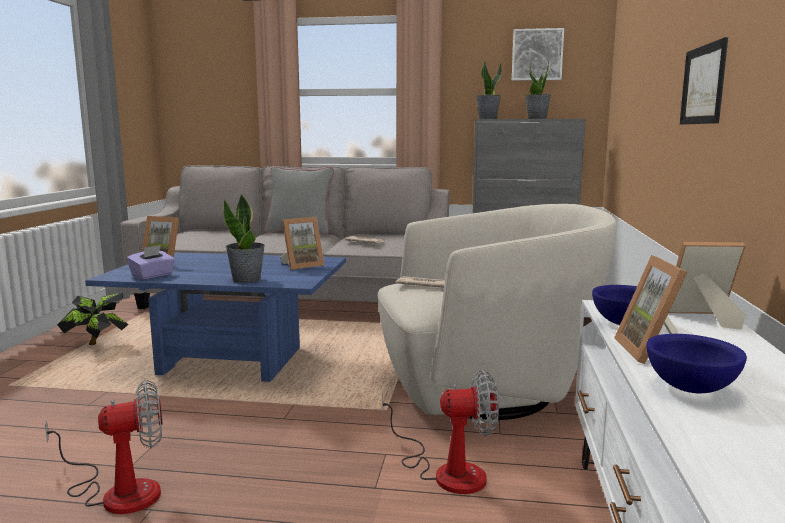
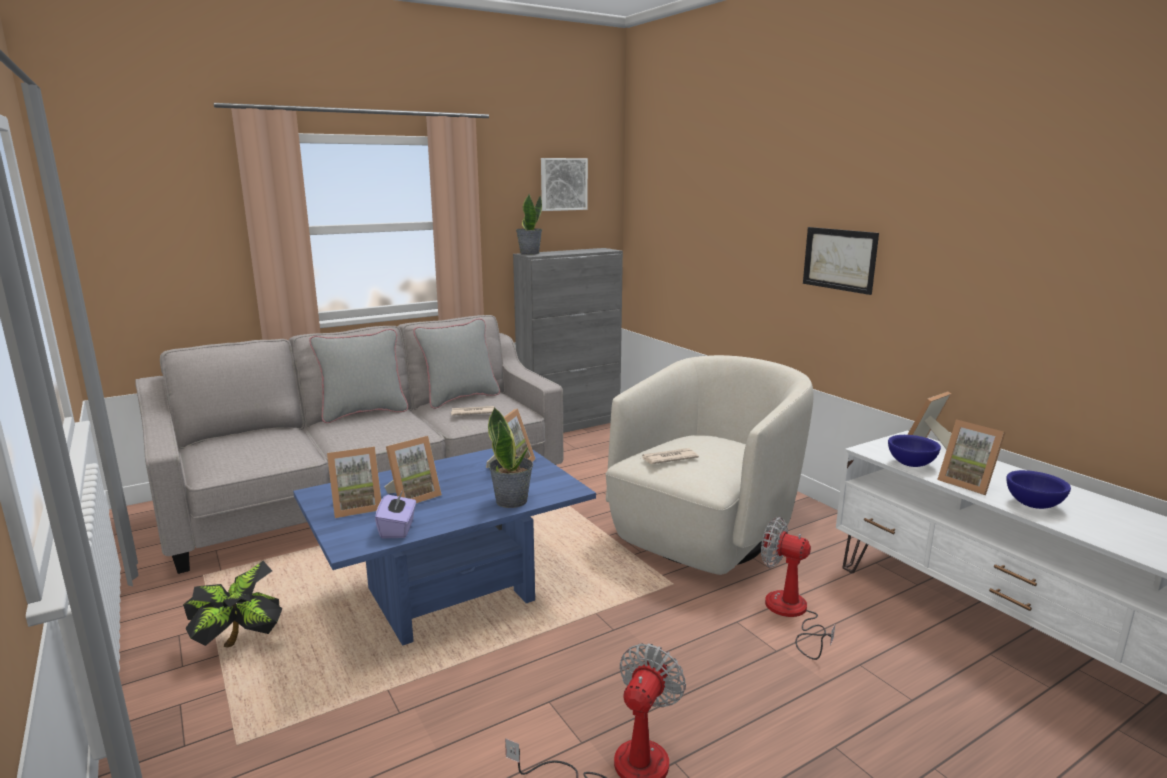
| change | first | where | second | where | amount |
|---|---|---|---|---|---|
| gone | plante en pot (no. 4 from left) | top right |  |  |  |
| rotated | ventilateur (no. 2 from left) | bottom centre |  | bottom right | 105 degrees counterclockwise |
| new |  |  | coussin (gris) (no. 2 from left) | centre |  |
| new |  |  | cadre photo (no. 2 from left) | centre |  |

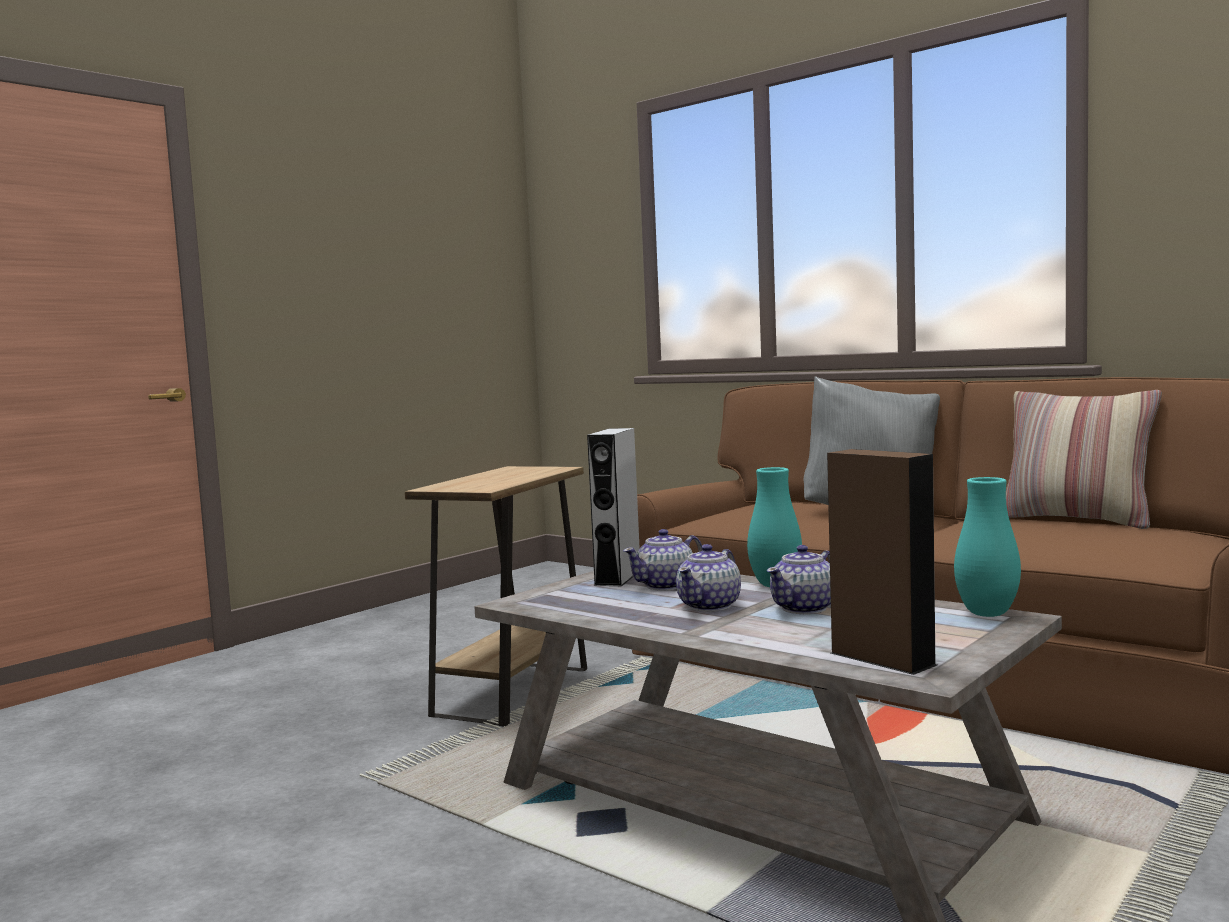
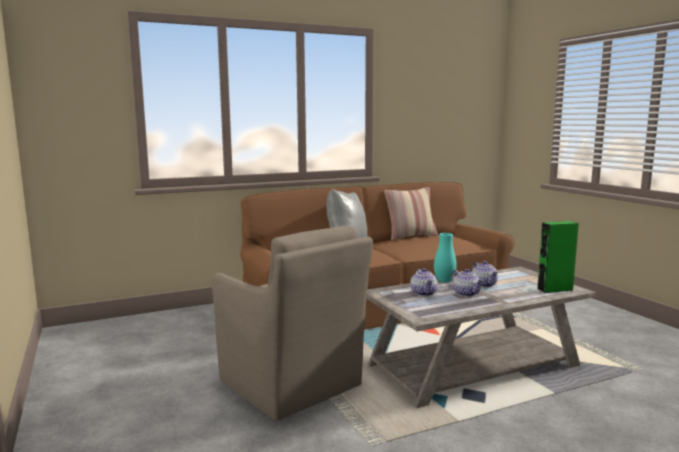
| change | first | where | second | where | amount |
|---|---|---|---|---|---|
| gone | enceinte (gris) | centre |  |  |  |
| repainted | enceinte (marron) | middle right | enceinte (vert) | middle right |  |
| swapped | table d'appoint (marron) | centre | fauteuil (marron) | bottom centre |  |
| gone | vase (turquoise) (no. 2 from left) | middle right |  |  |  |

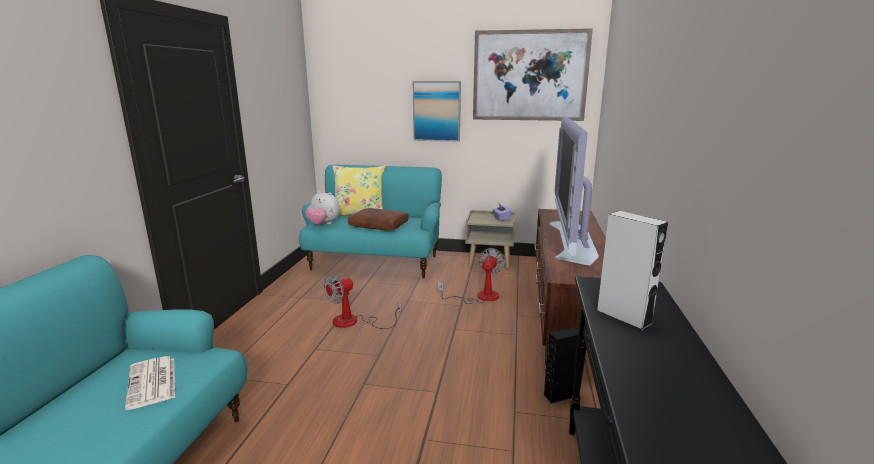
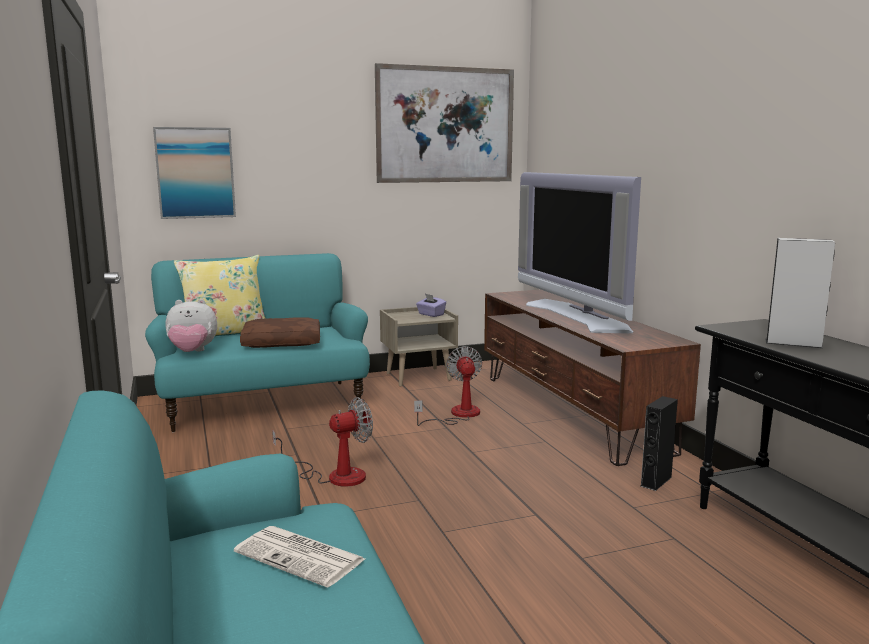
| change | first | where | second | where | amount |
|---|---|---|---|---|---|
| shifted | tableau (no. 1 from left) | top centre |  | top left |  |
| rotated | ventilateur (no. 1 from left) | centre |  | bottom centre | 135 degrees counterclockwise |

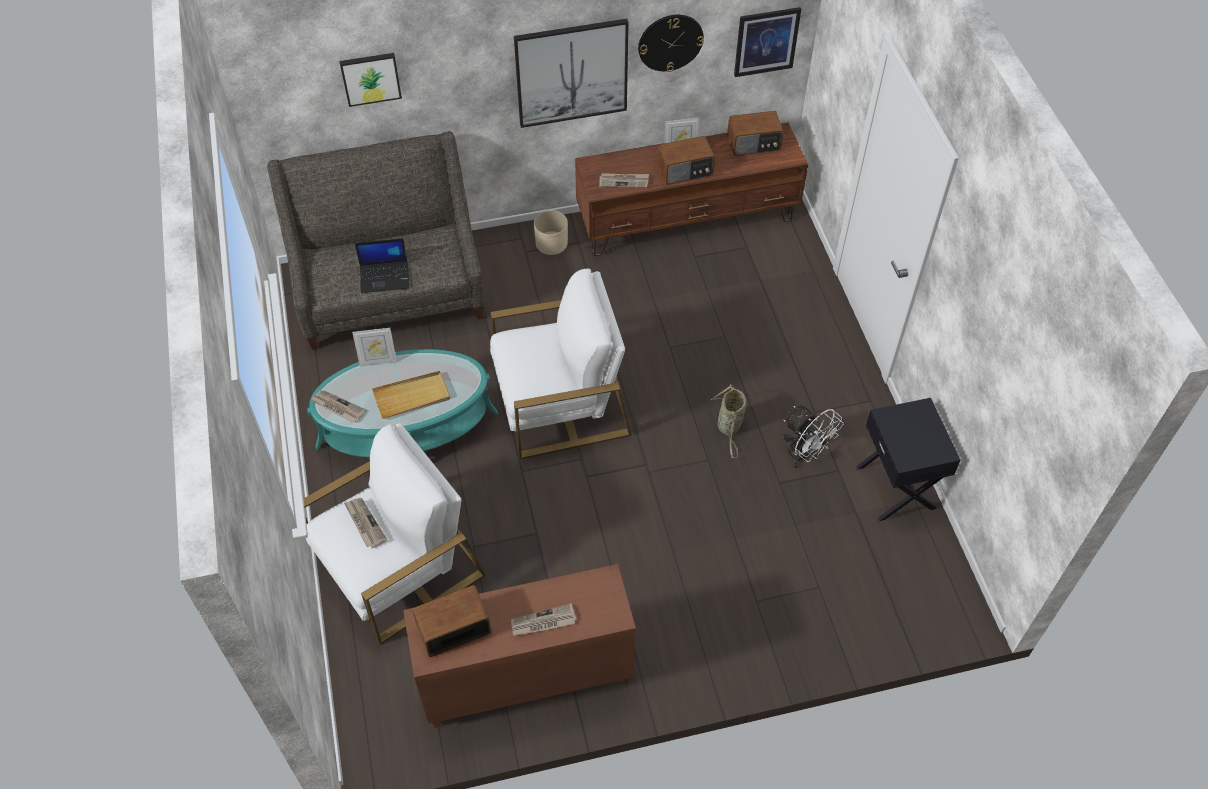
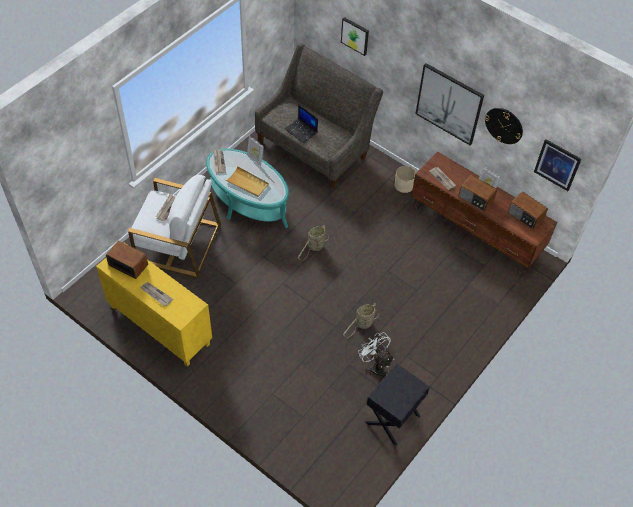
| change | first | where | second | where | amount |
|---|---|---|---|---|---|
| swapped | fauteuil (blanc) (no. 2 from left) | centre | panier (no. 1 from left) | centre |  |
| rotated | ventilateur (blanc) | middle right |  | bottom centre | 135 degrees clockwise |
| repainted | meuble de rangement (marron) | bottom centre | meuble de rangement (jaune) | middle left |  |

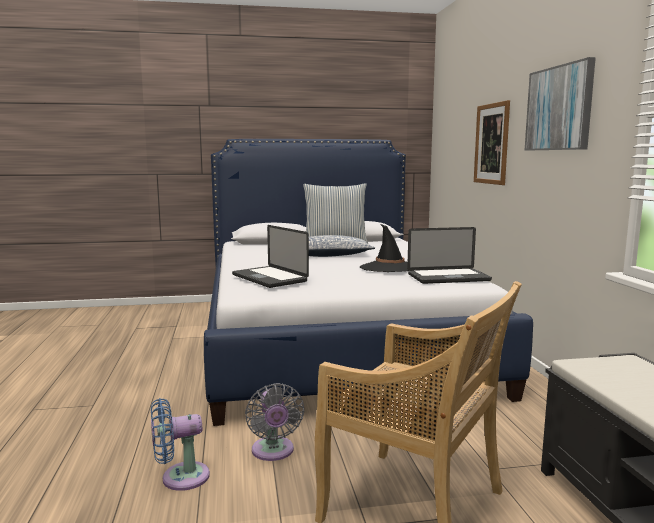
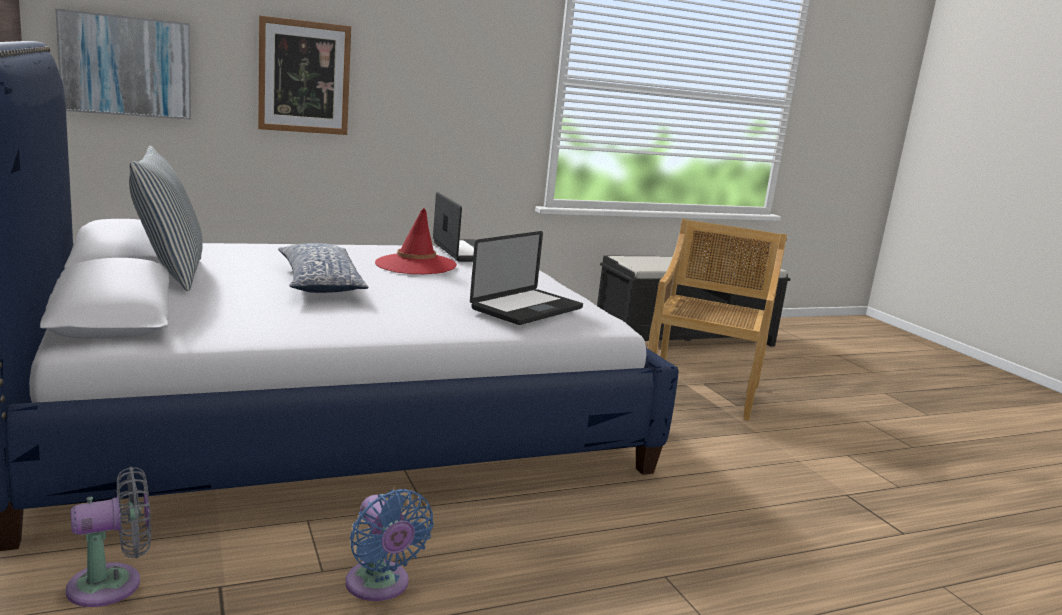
| change | first | where | second | where | amount |
|---|---|---|---|---|---|
| shifted | tableau (no. 2 from left in the first image) | top right | tableau (no. 1 from left) | top left |  |
| repainted | chapeau (noir) | centre | chapeau (rouge) | centre |  |
| shifted | ventilateur (gris) | bottom centre |  | bottom left |  |
| shifted | ventilateur (bleu) | bottom left |  | bottom centre |  |

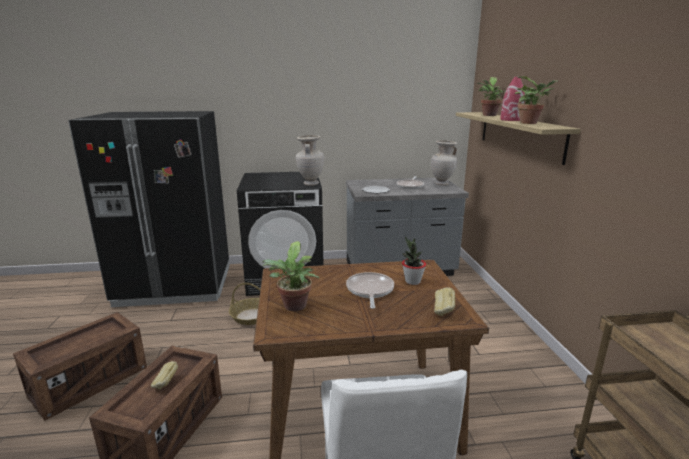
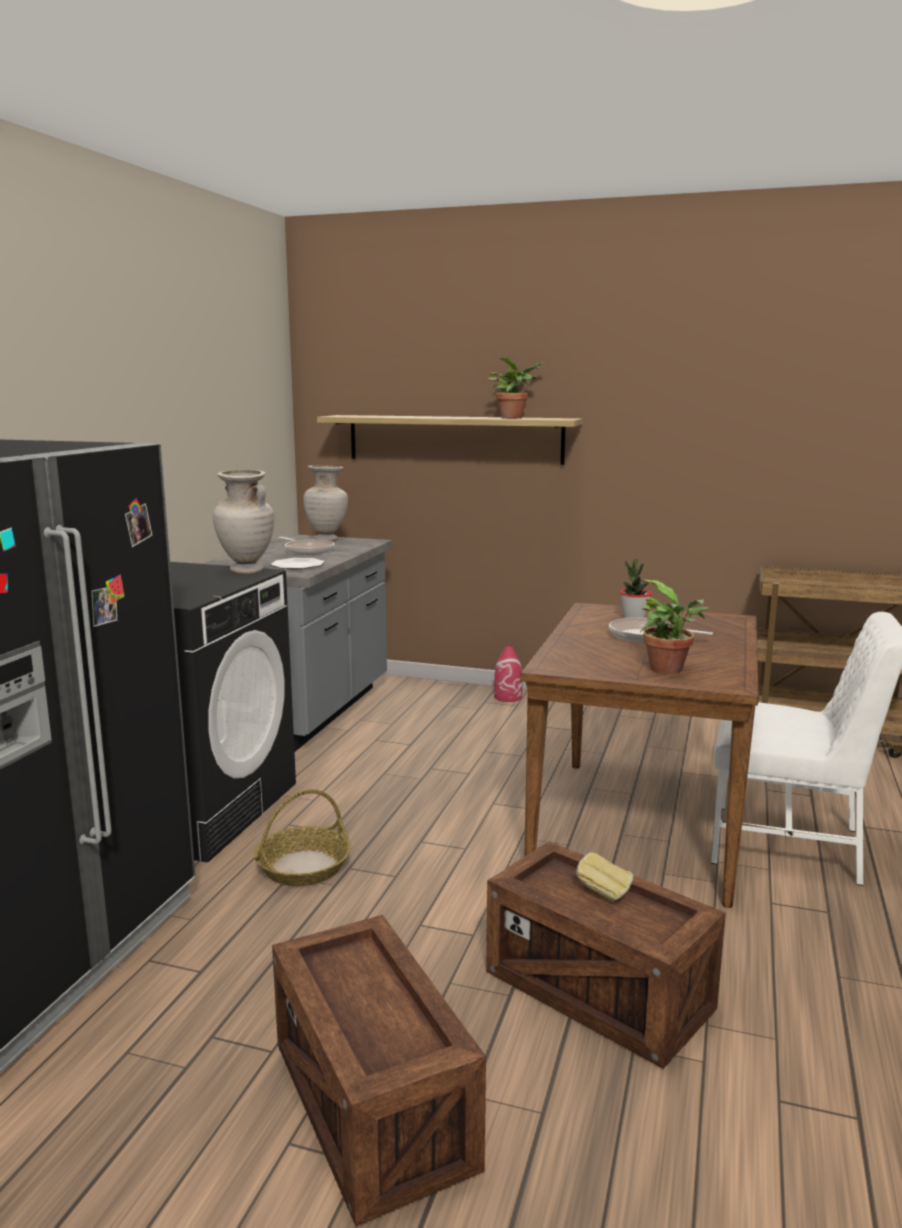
| change | first | where | second | where | amount |
|---|---|---|---|---|---|
| gone | plante en pot (no. 3 from left) | top right |  |  |  |
| shifted | vase (rouge) | top right |  | centre |  |
| gone | pain (no. 2 from left) | centre |  |  |  |

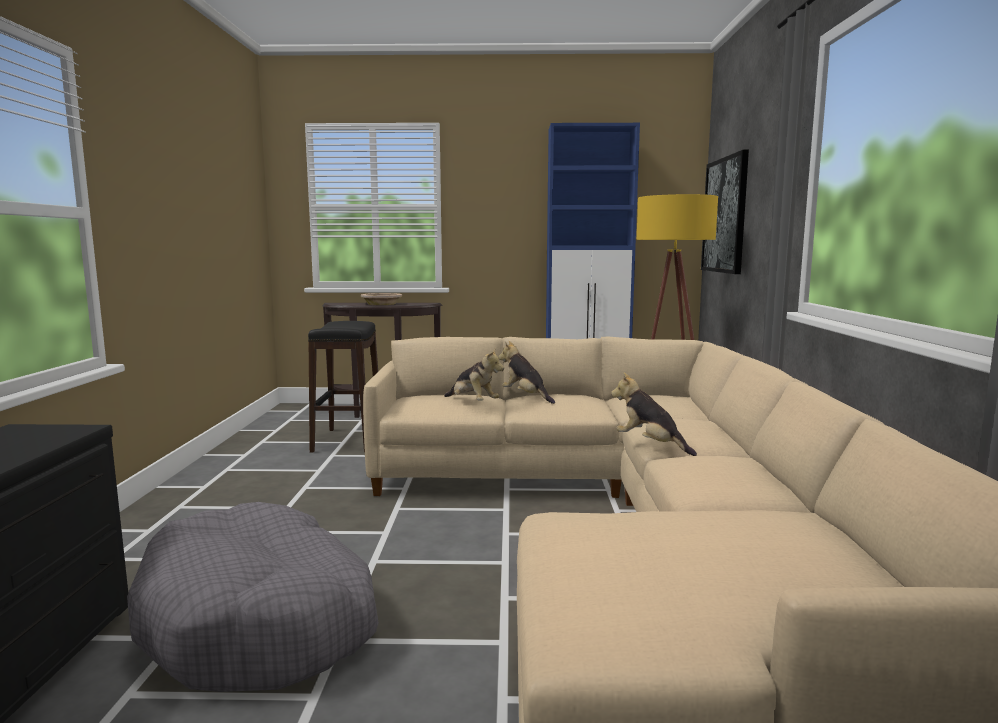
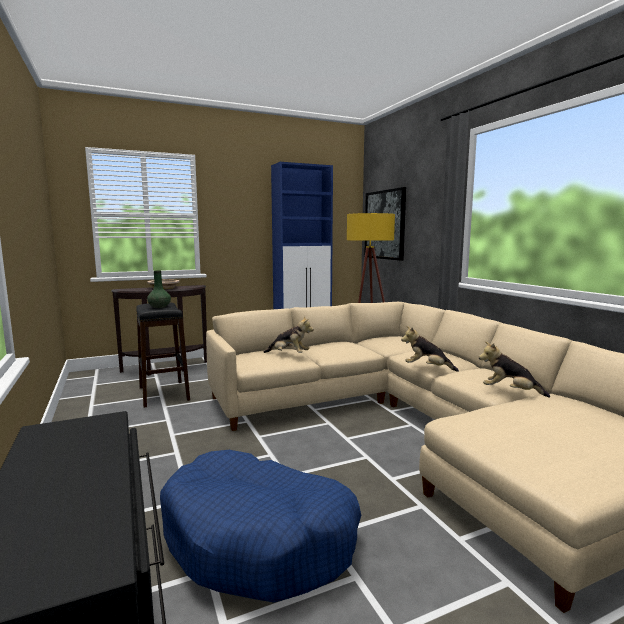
| change | first | where | second | where | amount |
|---|---|---|---|---|---|
| shifted | peluche (no. 2 from left in the first image) | centre | peluche (no. 3 from left) | middle right |  |
| repainted | panier pour chien (gris) | bottom left | panier pour chien (bleu) | bottom centre |  |
| new |  |  | vase (vert) | middle left |  |

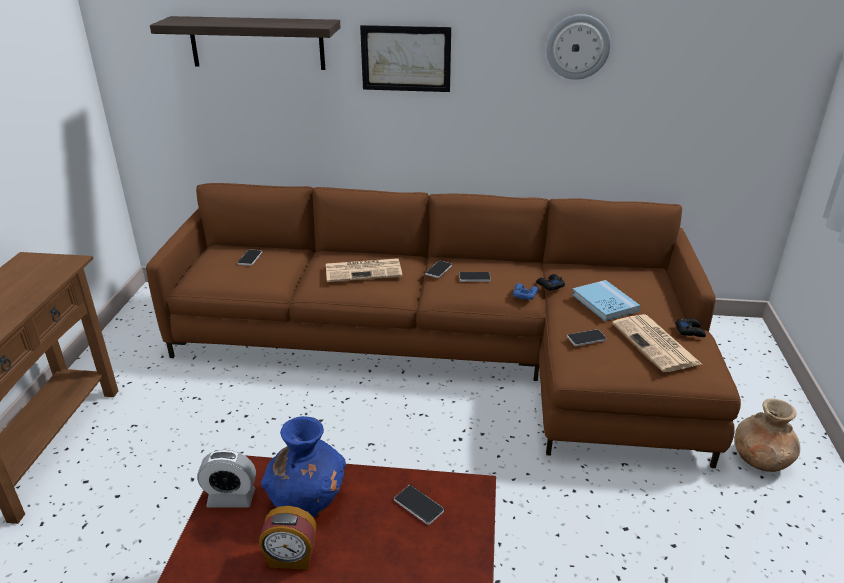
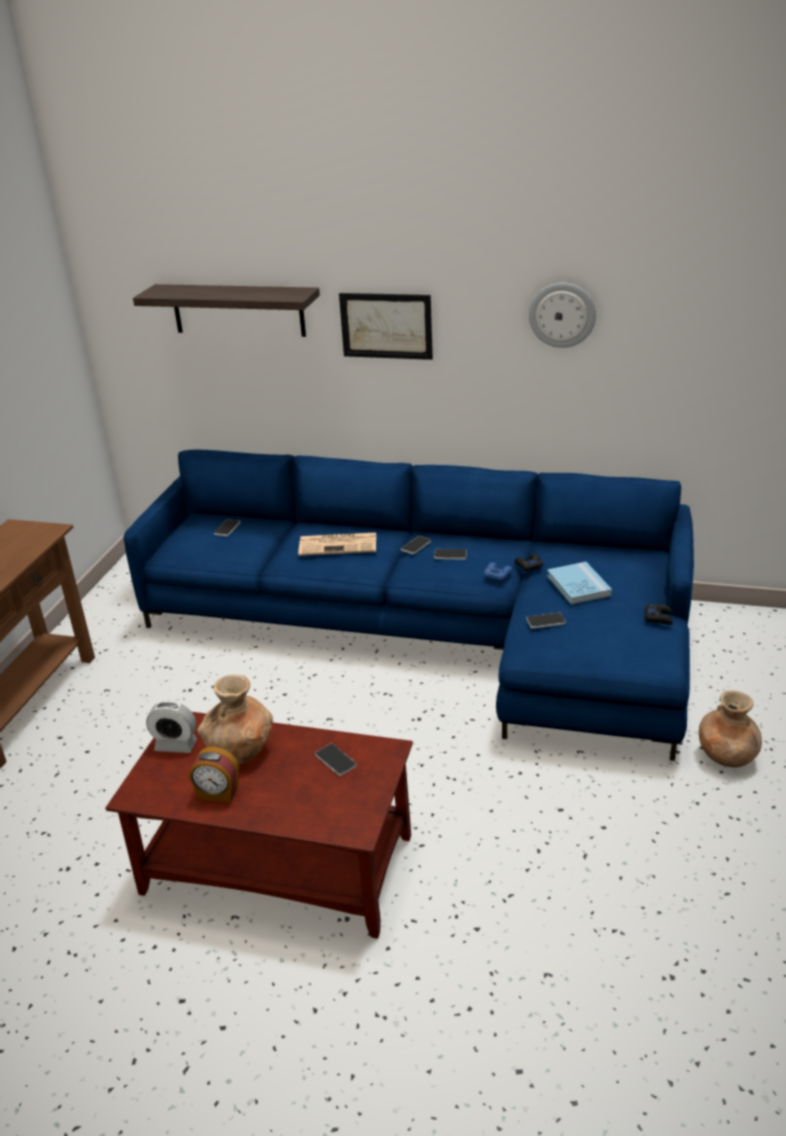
| change | first | where | second | where | amount |
|---|---|---|---|---|---|
| repainted | canapé (marron) | centre | canapé (bleu) | centre |  |
| gone | journal (no. 2 from left) | middle right |  |  |  |
| repainted | vase (bleu) | bottom centre | vase (marron) (no. 1 from left) | middle left |  |

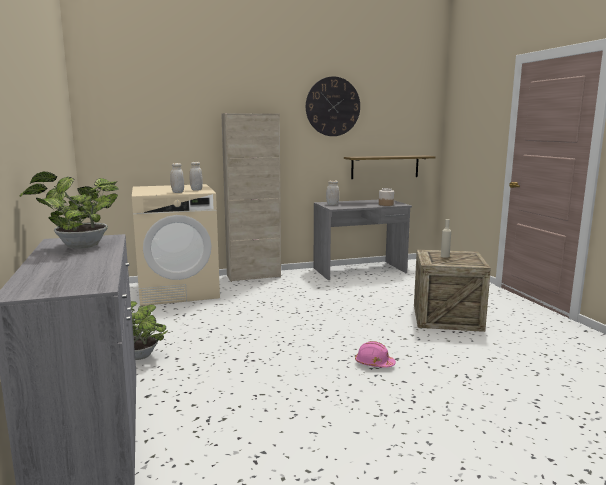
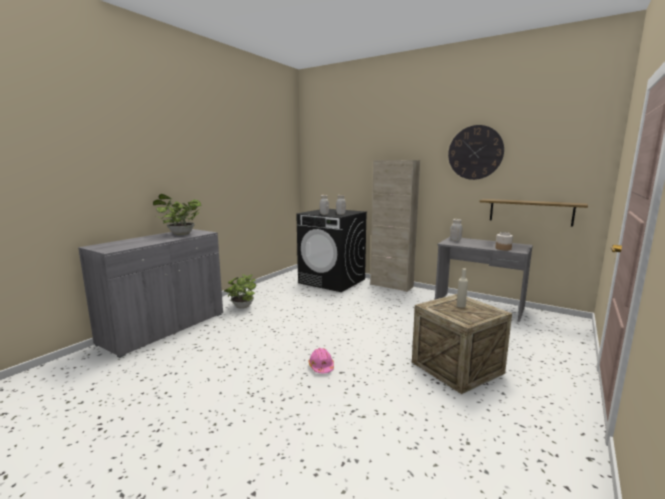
| change | first | where | second | where | amount |
|---|---|---|---|---|---|
| repainted | lave-linge (beige) | middle left | lave-linge (noir) | centre |  |

